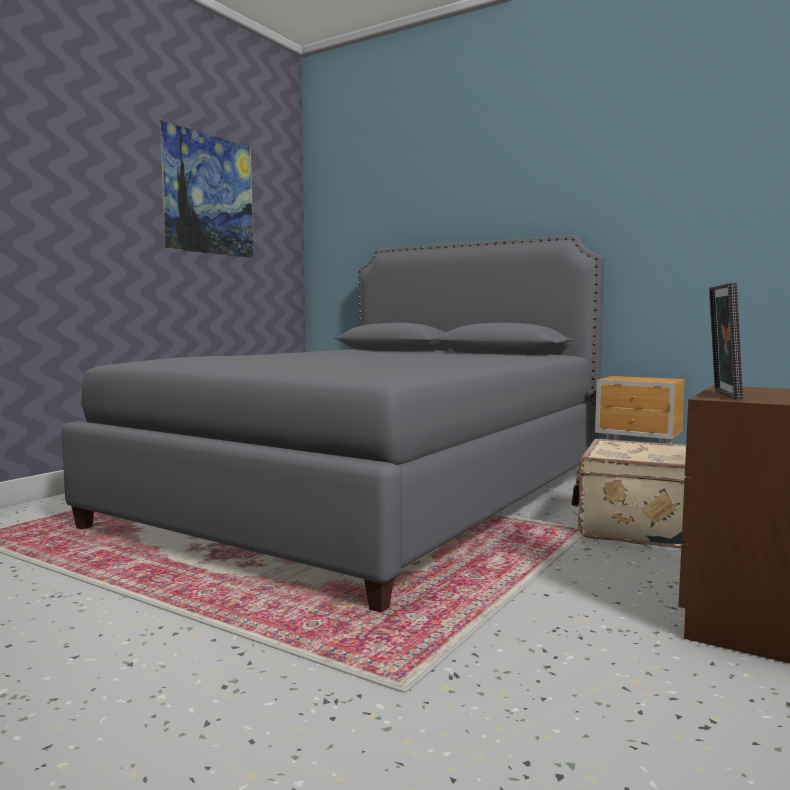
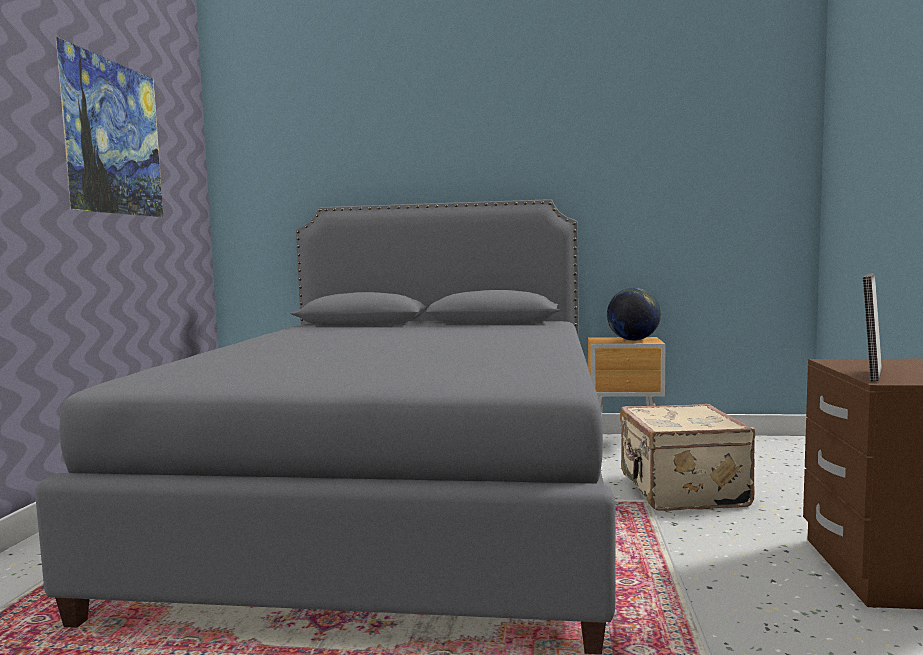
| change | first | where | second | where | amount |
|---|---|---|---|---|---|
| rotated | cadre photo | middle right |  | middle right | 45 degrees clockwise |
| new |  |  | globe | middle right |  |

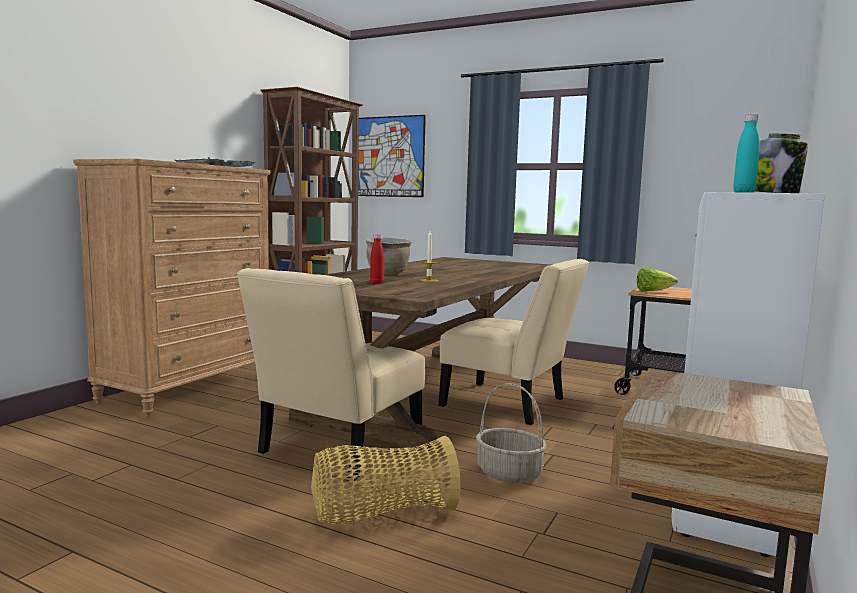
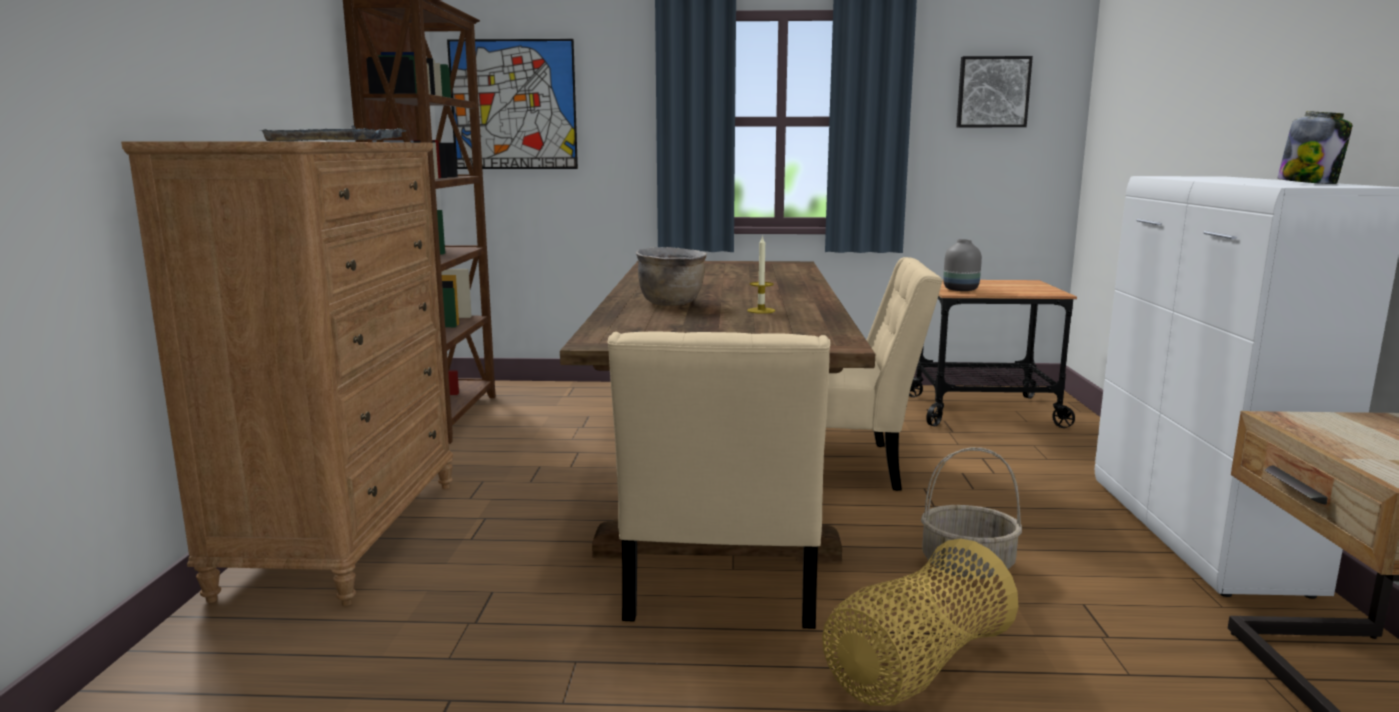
| change | first | where | second | where | amount |
|---|---|---|---|---|---|
| gone | bouteille (turquoise) | top right |  |  |  |
| gone | bouteille (rouge) | centre |  |  |  |
| swapped | laitue | middle right | vase (gris) | middle right |  |
| new |  |  | tableau (no. 2 from left) | top right |  |

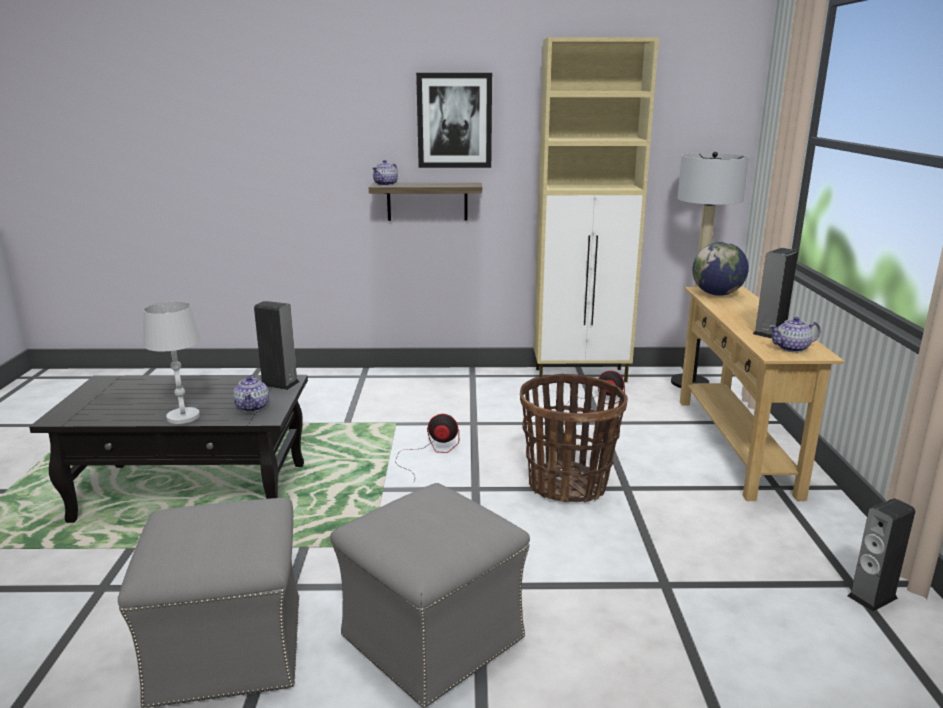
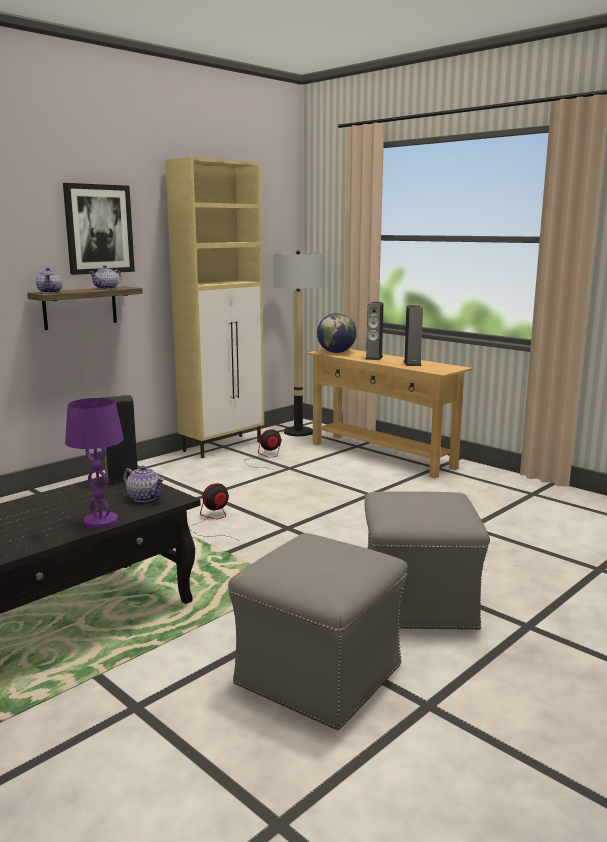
| change | first | where | second | where | amount |
|---|---|---|---|---|---|
| repainted | lampe de table (blanc) | middle left | lampe de table (violet) | middle left |  |
| shifted | théière (no. 3 from left in the first image) | middle right | théière (no. 2 from left) | top left |  |
| gone | panier | centre |  |  |  |
| shifted | enceinte (no. 3 from left in the first image) | bottom right | enceinte (no. 2 from left) | centre |  |

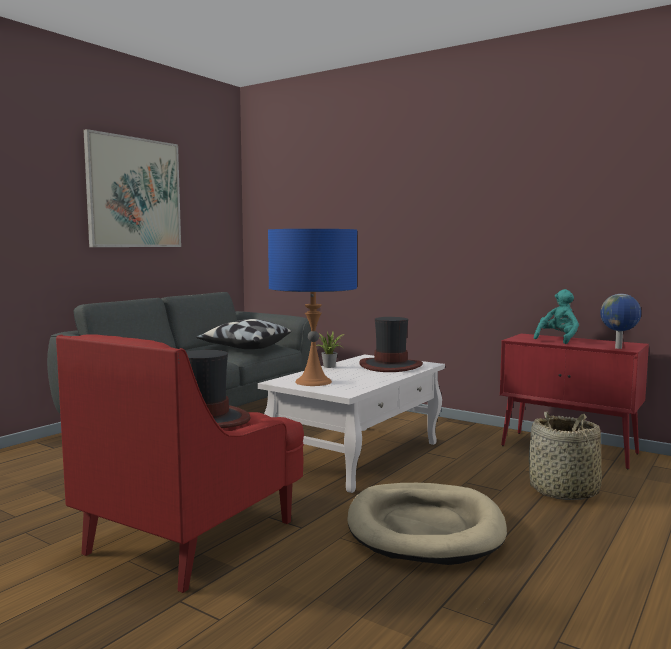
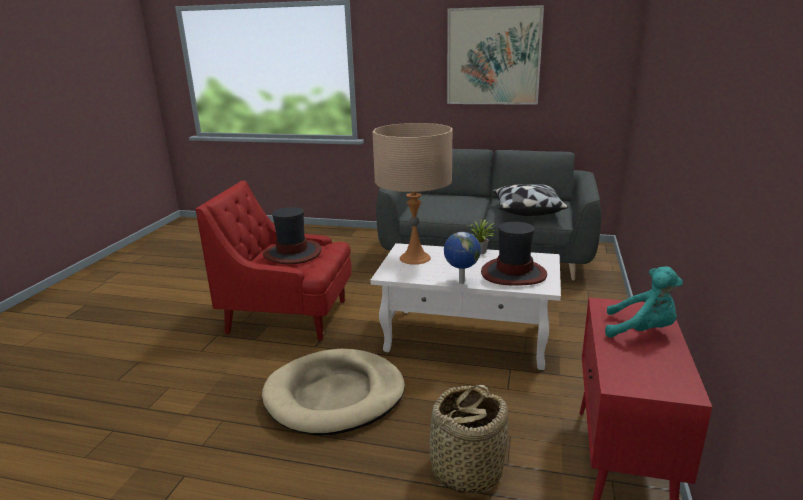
| change | first | where | second | where | amount |
|---|---|---|---|---|---|
| repainted | lampe de table (bleu) | centre | lampe de table (beige) | centre |  |
| shifted | globe | middle right |  | centre |  |

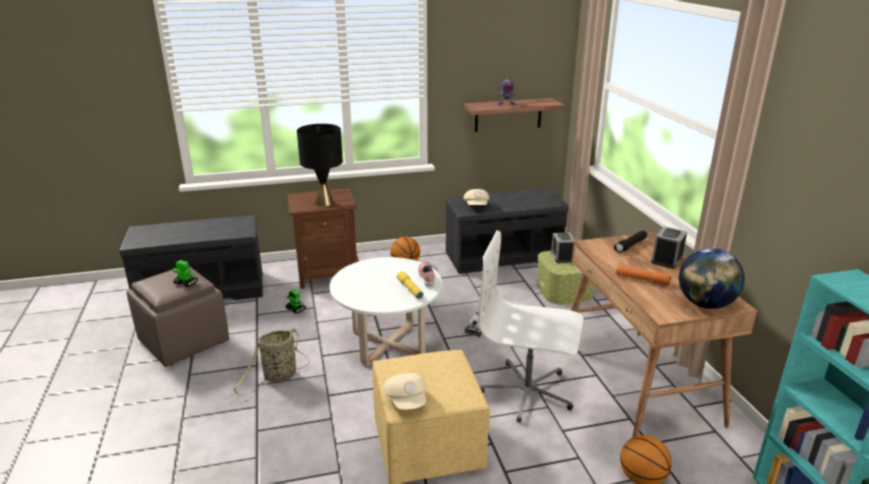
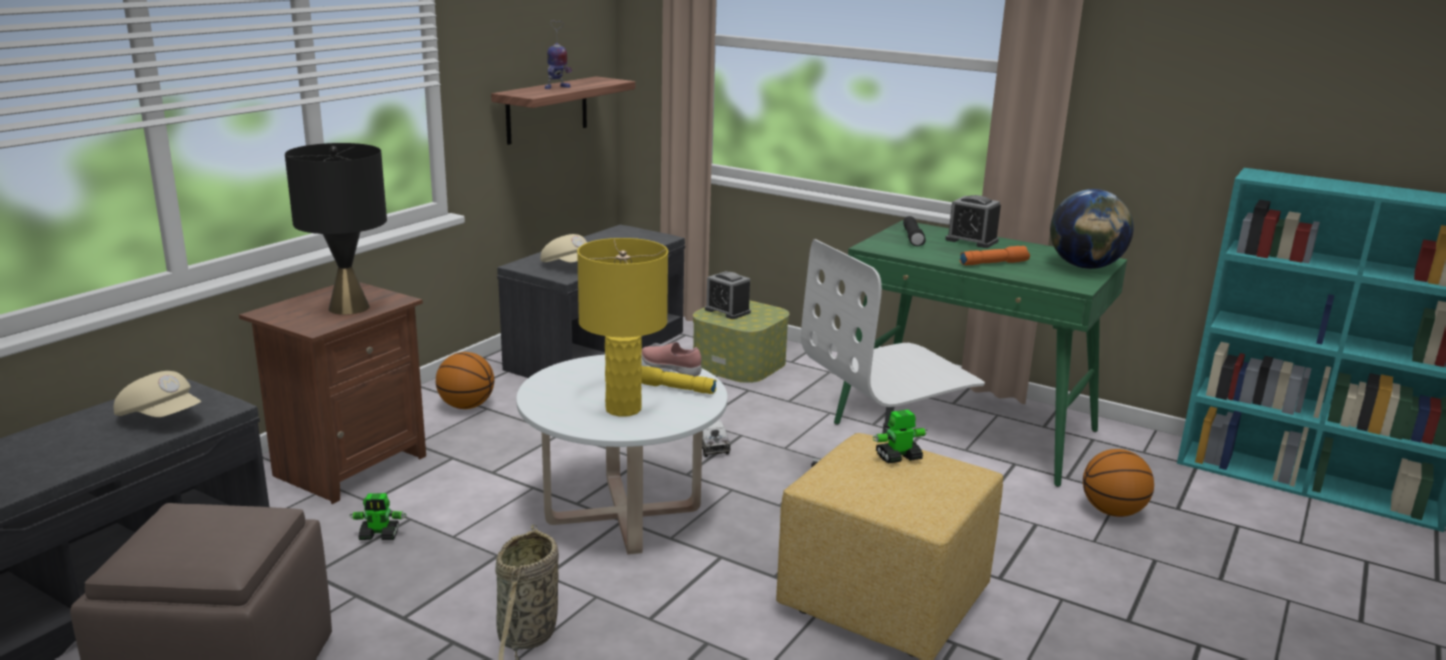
| change | first | where | second | where | amount |
|---|---|---|---|---|---|
| rotated | réveil (no. 2 from left) | middle right |  | middle right | 45 degrees counterclockwise |
| repainted | bureau (marron) | bottom right | bureau (vert) | middle right |  |
| shifted | robot jouet (no. 1 from left in the first image) | middle left | robot jouet (no. 3 from left) | centre |  |
| shifted | casquette (beige) (no. 1 from left) | bottom centre |  | middle left |  |
| new |  |  | lampe de table (jaune) | centre |  |

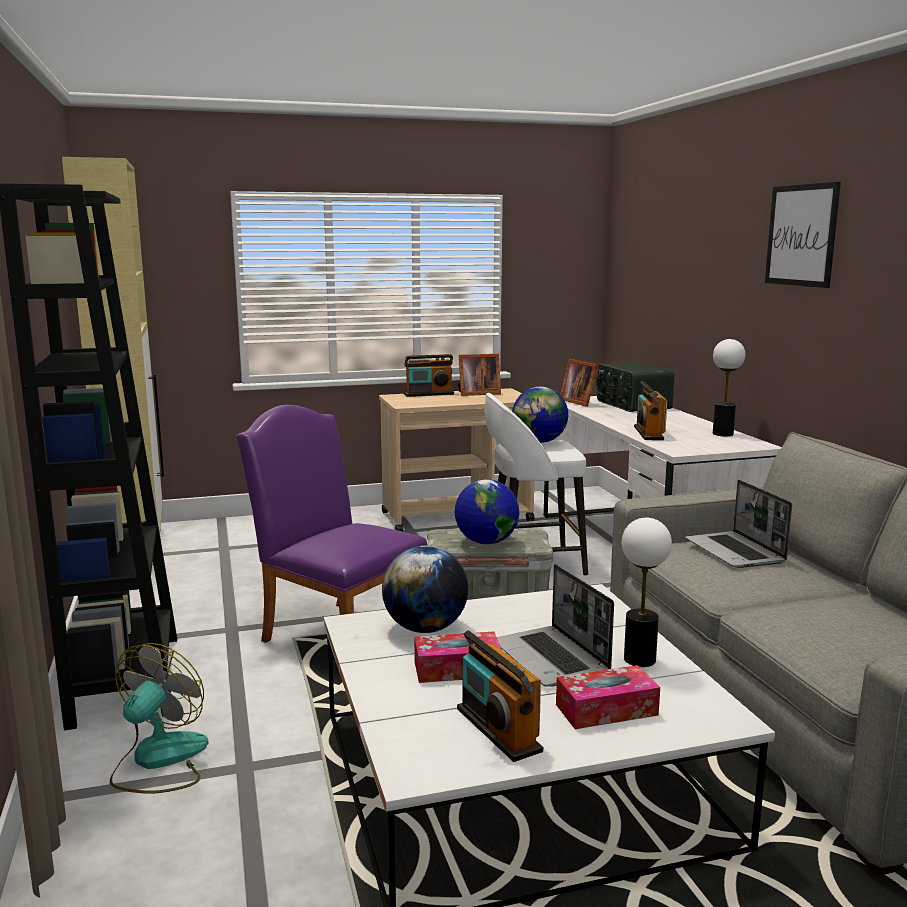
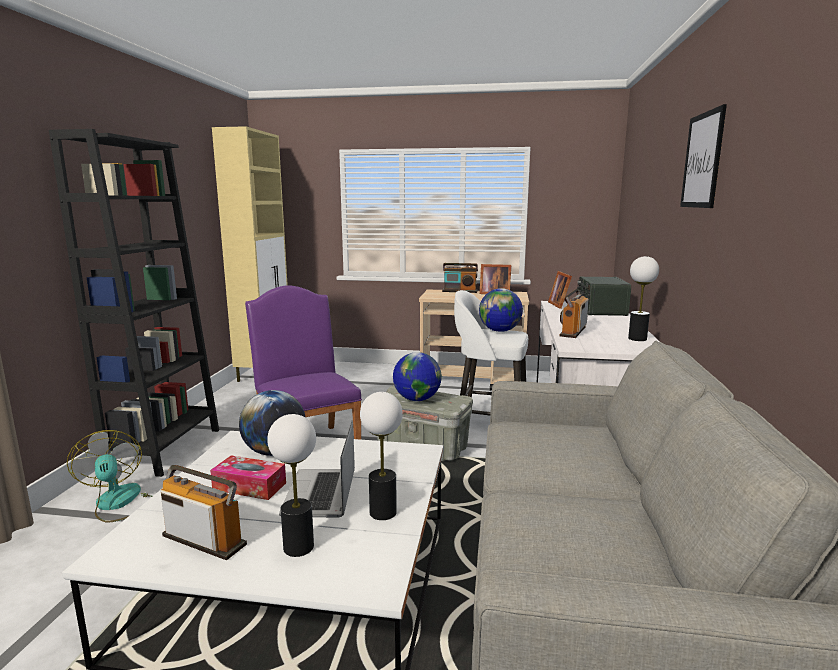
| change | first | where | second | where | amount |
|---|---|---|---|---|---|
| gone | ordinateur portable (no. 2 from left) | middle right |  |  |  |
| rotated | radio (no. 2 from left in the first image) | bottom centre | radio (no. 1 from left) | bottom left | 120 degrees clockwise |
| rotated | ventilateur | bottom left |  | bottom left | 75 degrees counterclockwise |
| swapped | boîte à mouchoirs (no. 2 from left) | bottom right | lampe de table (no. 1 from left) | bottom centre |  |

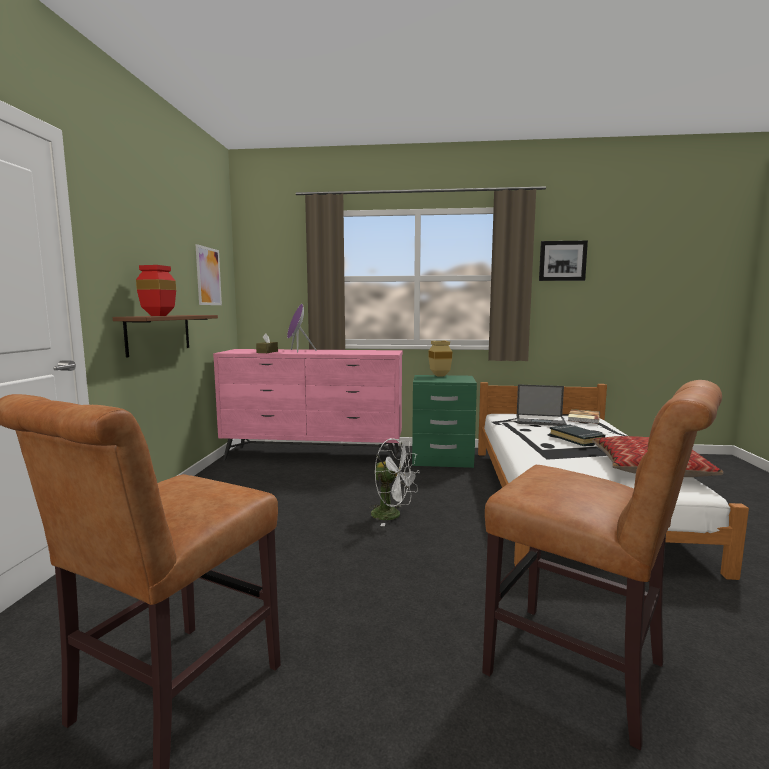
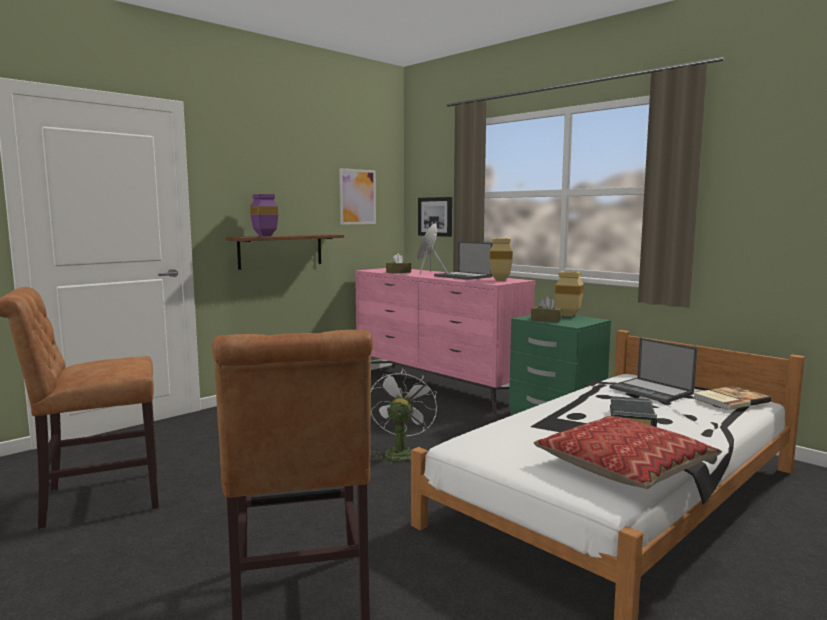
| change | first | where | second | where | amount |
|---|---|---|---|---|---|
| shifted | tableau (no. 2 from left) | middle right |  | centre |  |
| repainted | vase (rouge) | middle left | vase (violet) | middle left |  |
| rotated | ventilateur (blanc) | centre |  | bottom centre | 150 degrees counterclockwise |
| new |  |  | vase (beige) (no. 1 from left) | centre |  |
| new |  |  | ordinateur portable (no. 1 from left) | centre |  |
| new |  |  | boîte à mouchoirs (marron) (no. 2 from left) | centre |  |

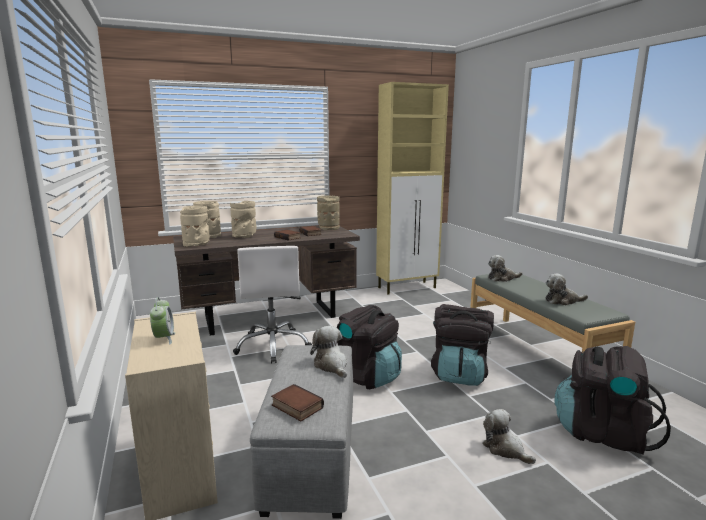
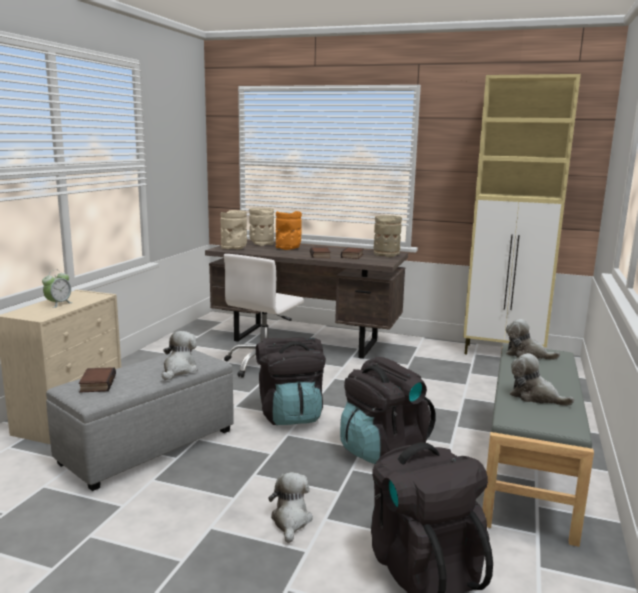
| change | first | where | second | where | amount |
|---|---|---|---|---|---|
| repainted | vase (beige) (no. 3 from left) | centre | vase (orange) | centre |  |

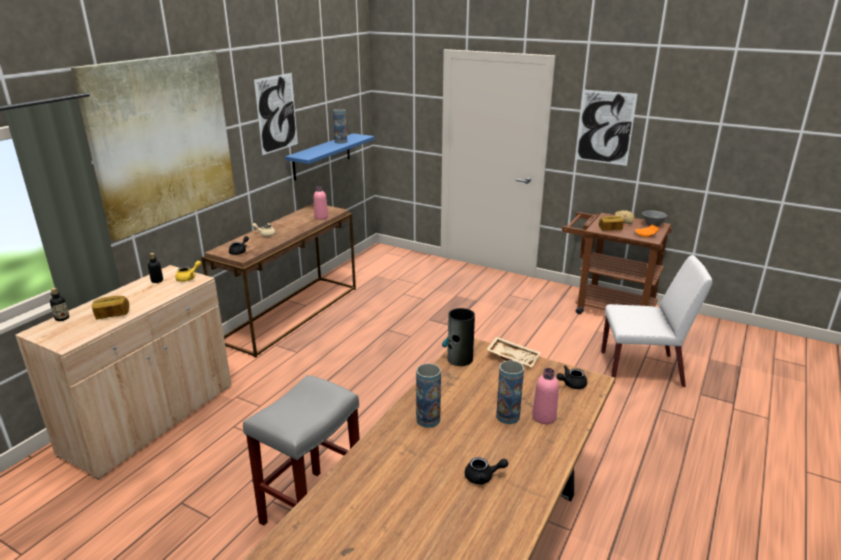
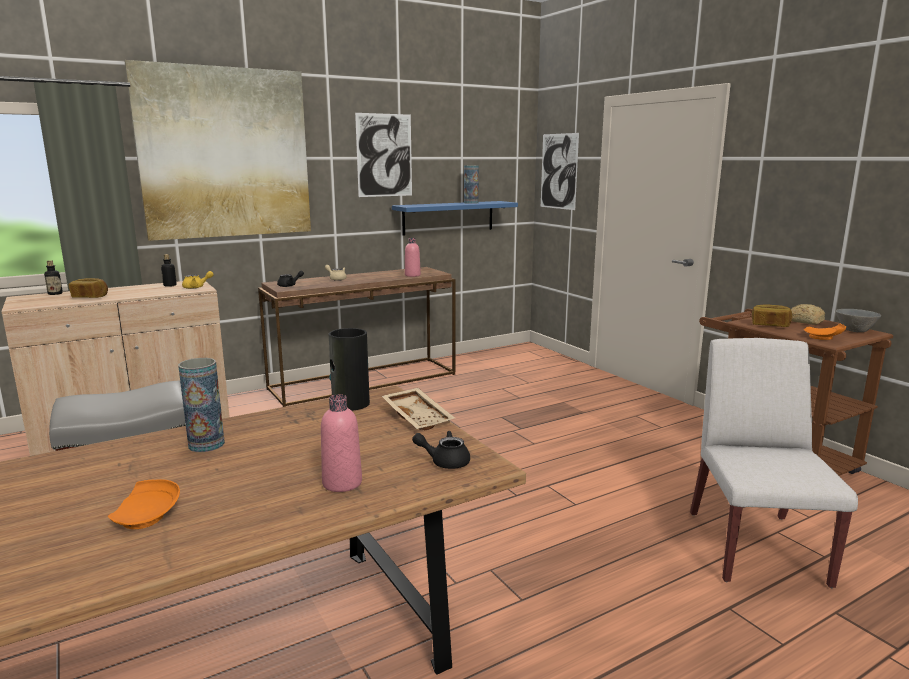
| change | first | where | second | where | amount |
|---|---|---|---|---|---|
| shifted | tableau (no. 3 from left) | top right |  | top centre |  |
| rotated | chaise (blanc) | middle right |  | bottom right | 120 degrees counterclockwise |
| gone | vase (no. 4 from left) | bottom centre |  |  |  |
| swapped | théière (noir) (no. 2 from left) | bottom centre | assiette (orange) (no. 1 from left) | bottom left |  |

